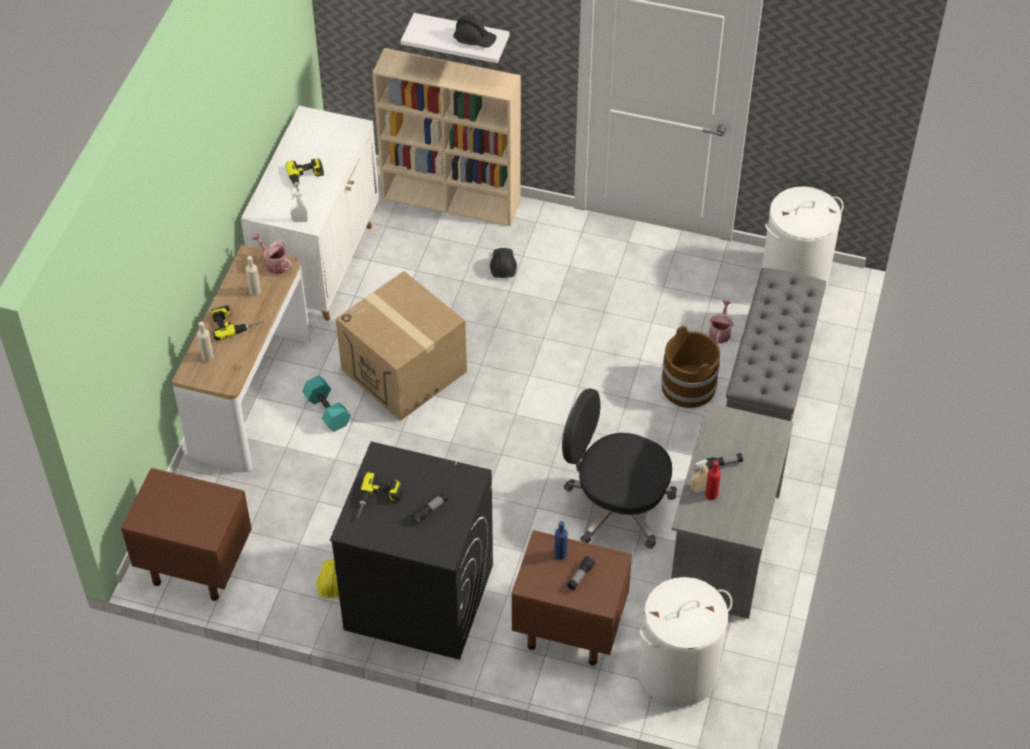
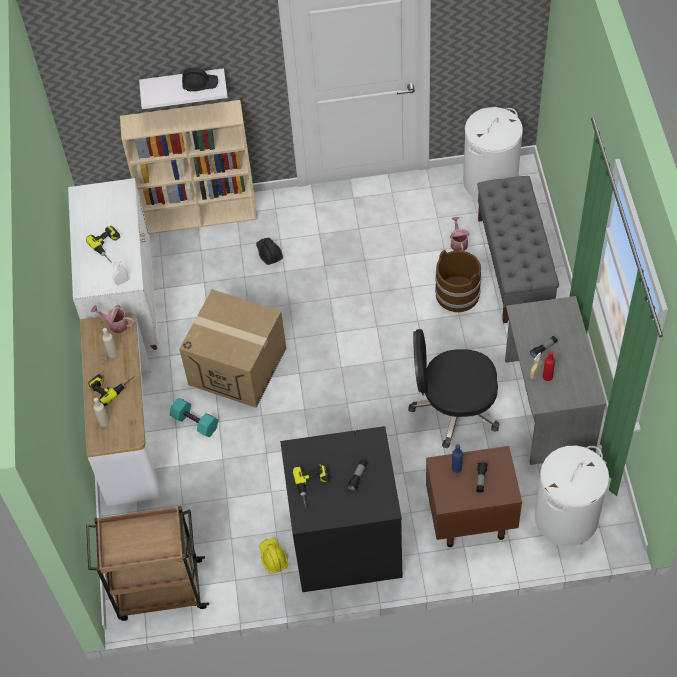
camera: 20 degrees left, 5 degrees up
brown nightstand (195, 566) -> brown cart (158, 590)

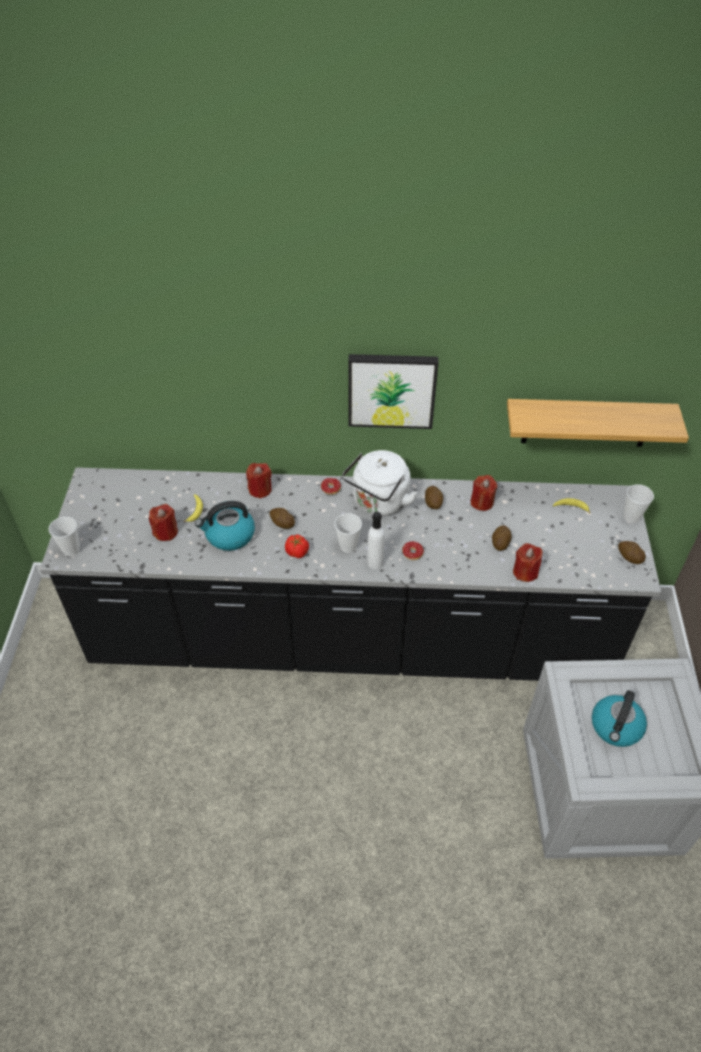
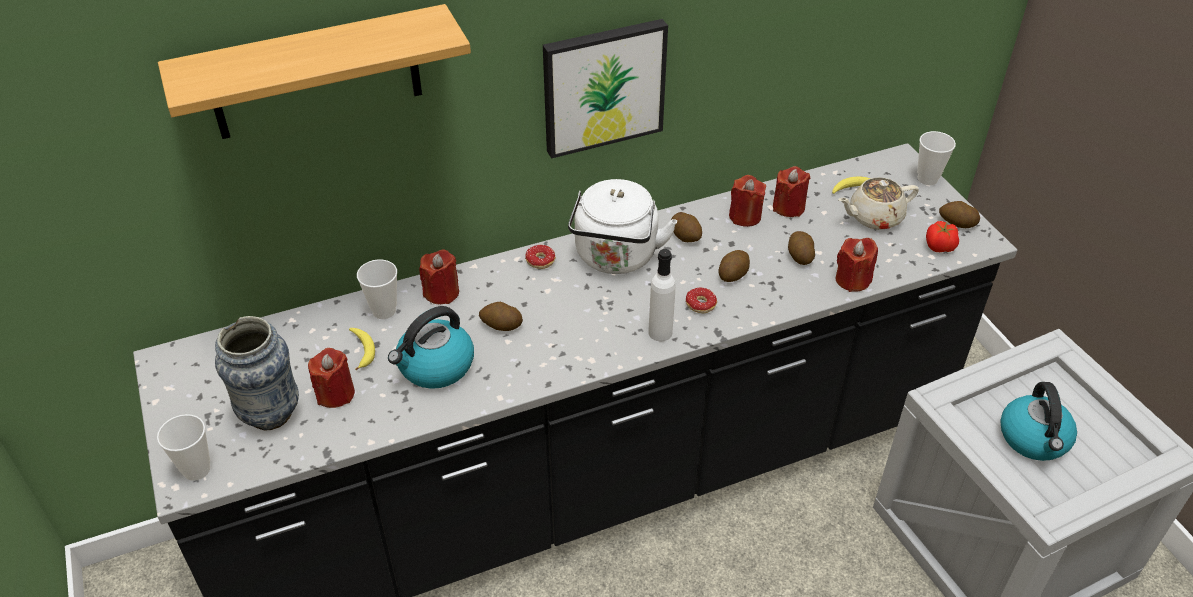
camera: 25 degrees left, 5 degrees down
shelf (586, 422) -> shelf (315, 74), shifted
none -> vase (270, 414)
cup (348, 546) -> cup (384, 311), shifted
none -> potato (733, 274)
none -> red candle (788, 207)
none -> beige teapot (874, 217)
tomato (297, 552) -> tomato (940, 247), shifted

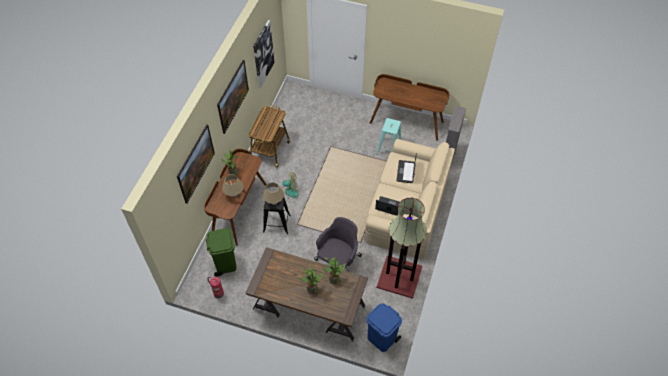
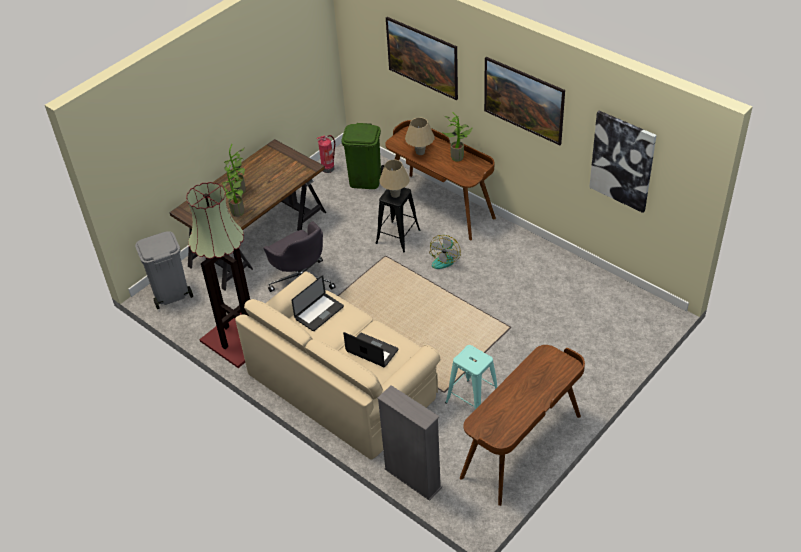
camera: 115 degrees right, 10 degrees down
blue trash can (382, 338) -> grey trash can (170, 293)
cart (270, 150) -> none

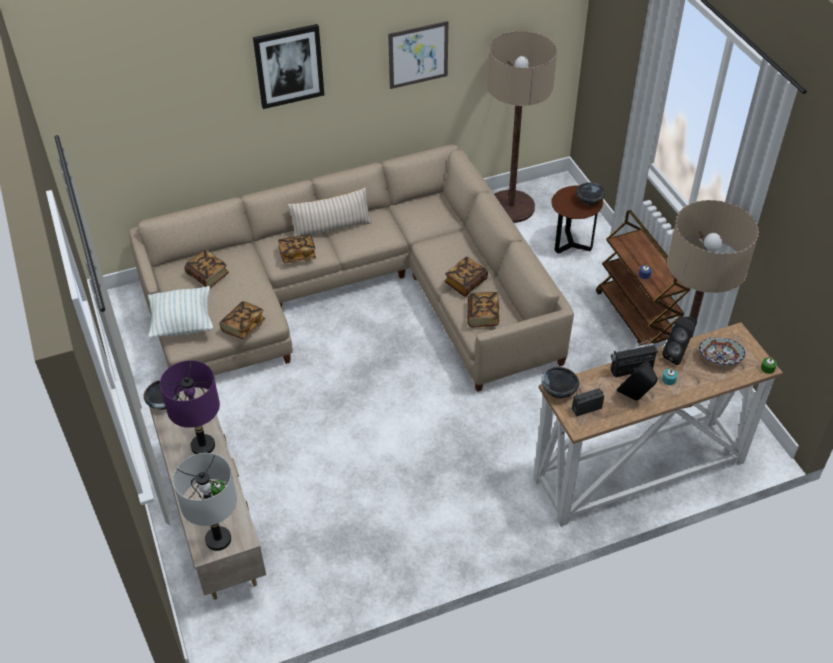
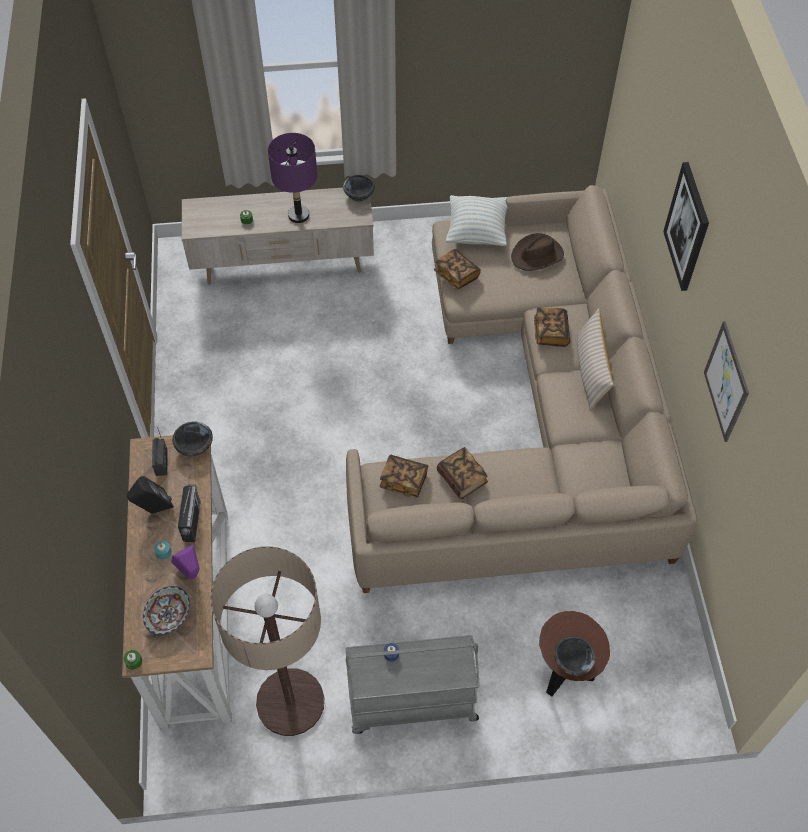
camera: 105 degrees right, 10 degrees up
black speaker (677, 355) -> purple speaker (192, 575)
brown cart (636, 318) -> grey cart (411, 703)
book (208, 276) -> brown hat (537, 255)
grey table lamp (218, 539) -> none
floor lamp (511, 207) -> none

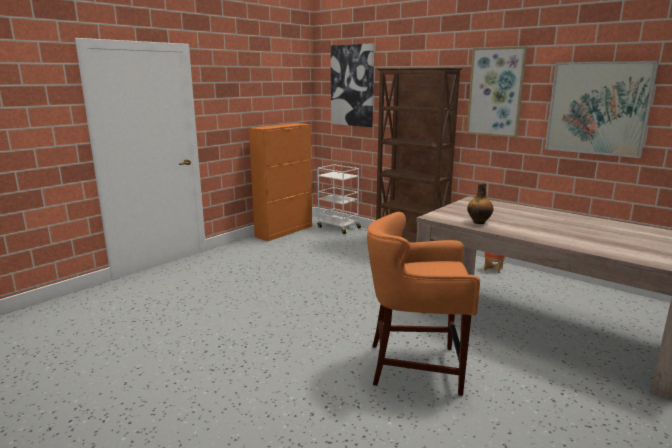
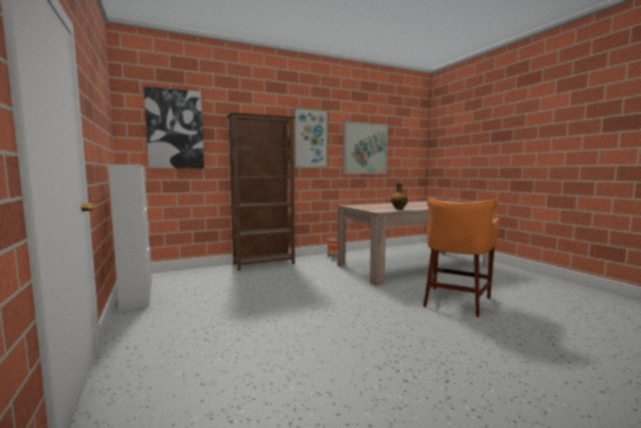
camera: 65 degrees left, 10 degrees down
orange cabinet (284, 231) -> white cabinet (137, 294)
white cart (338, 227) -> none

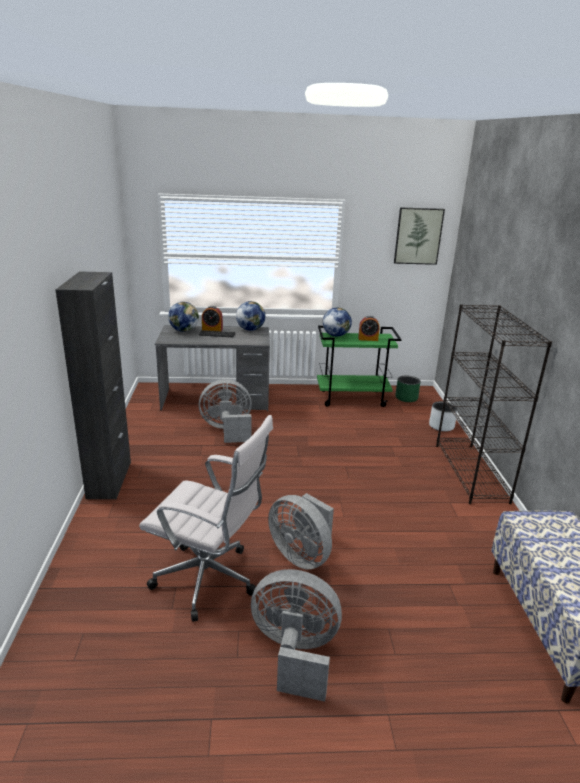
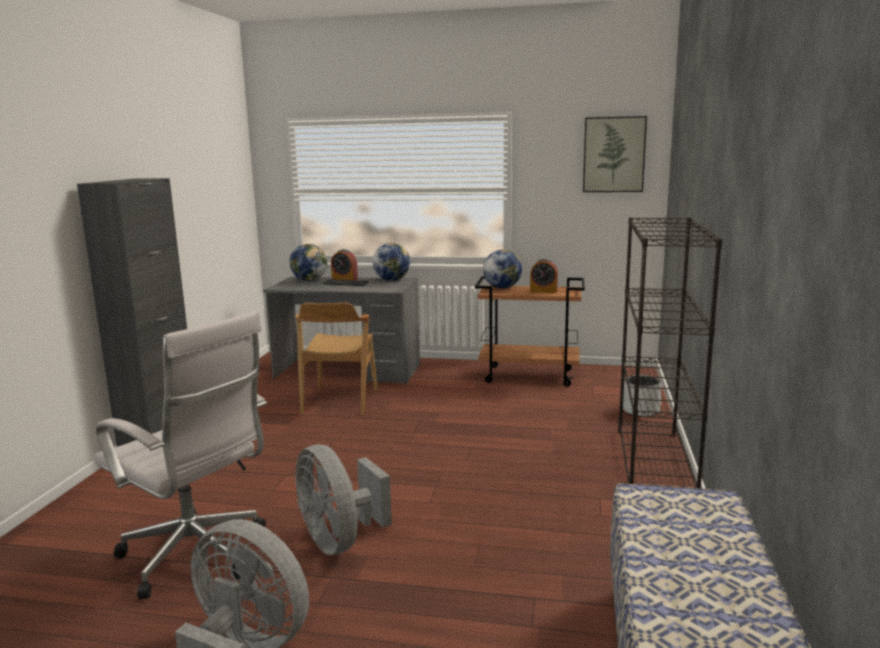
camera: 15 degrees right, 10 degrees down
grey fan (227, 430) -> brown chair (340, 401)
green cart (353, 398) -> brown cart (530, 376)
green planter (406, 398) -> none

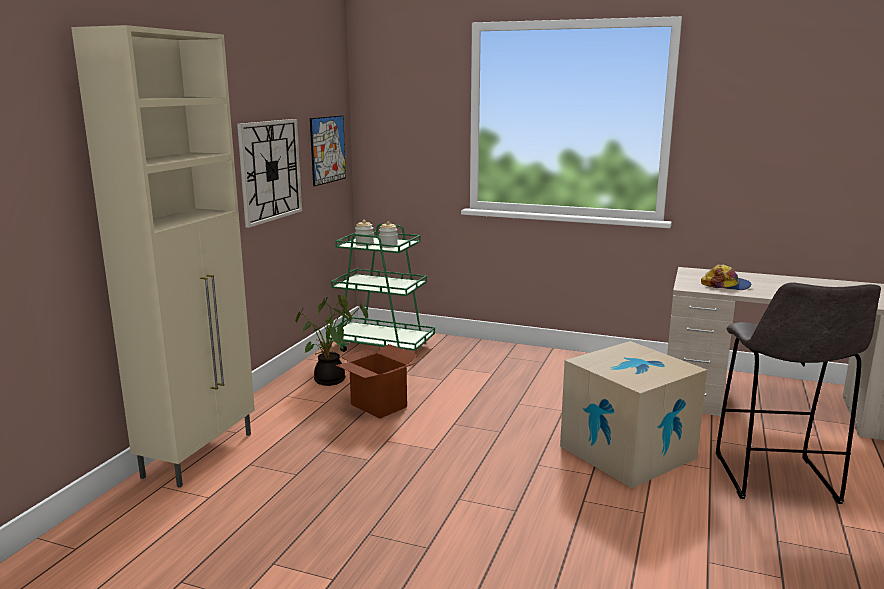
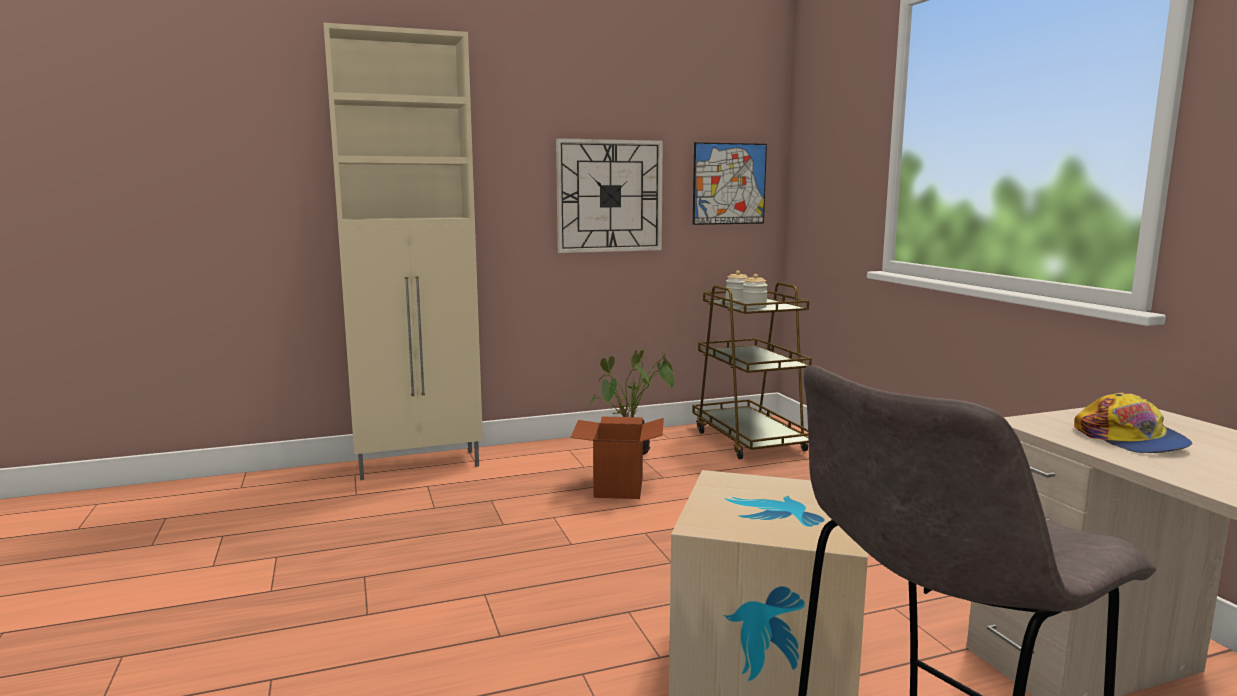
camera: 50 degrees right, 5 degrees down
green cart (381, 346) -> brown cart (749, 440)

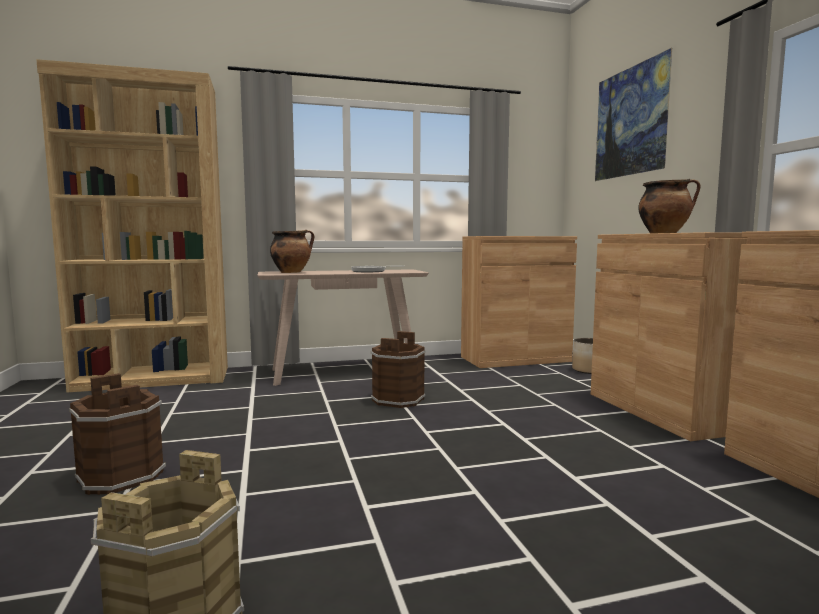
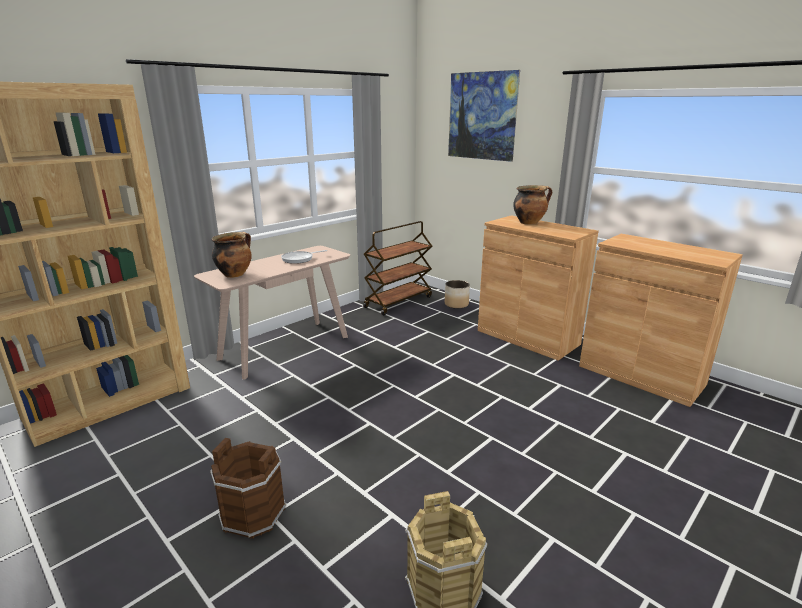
camera: 30 degrees left, 15 degrees up
brown cabinet (515, 359) -> brown cart (398, 302)
brown bucket (398, 399) -> none

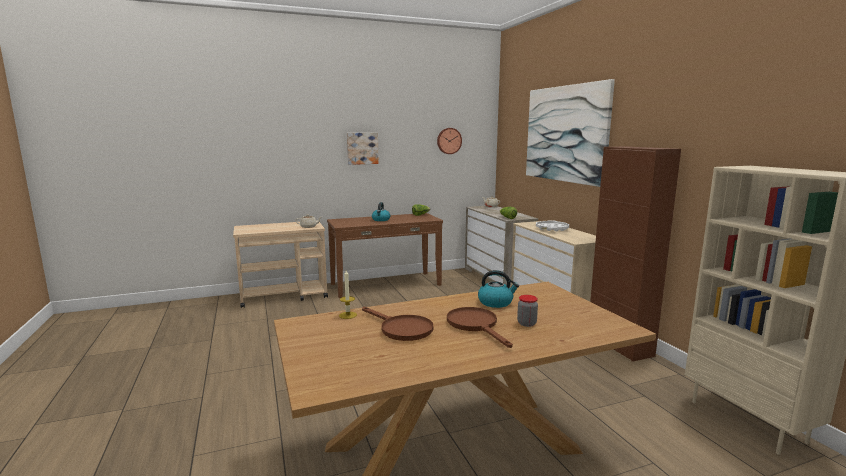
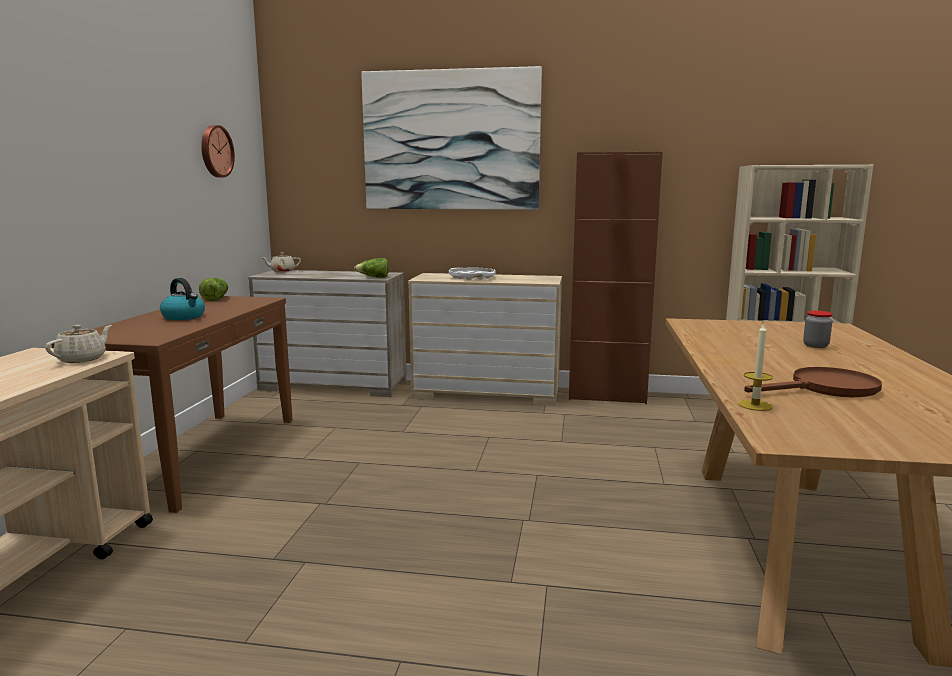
camera: 60 degrees left, 0 degrees up
picture (362, 148) -> none
brown frying pan (476, 325) -> none
kettle (496, 302) -> none

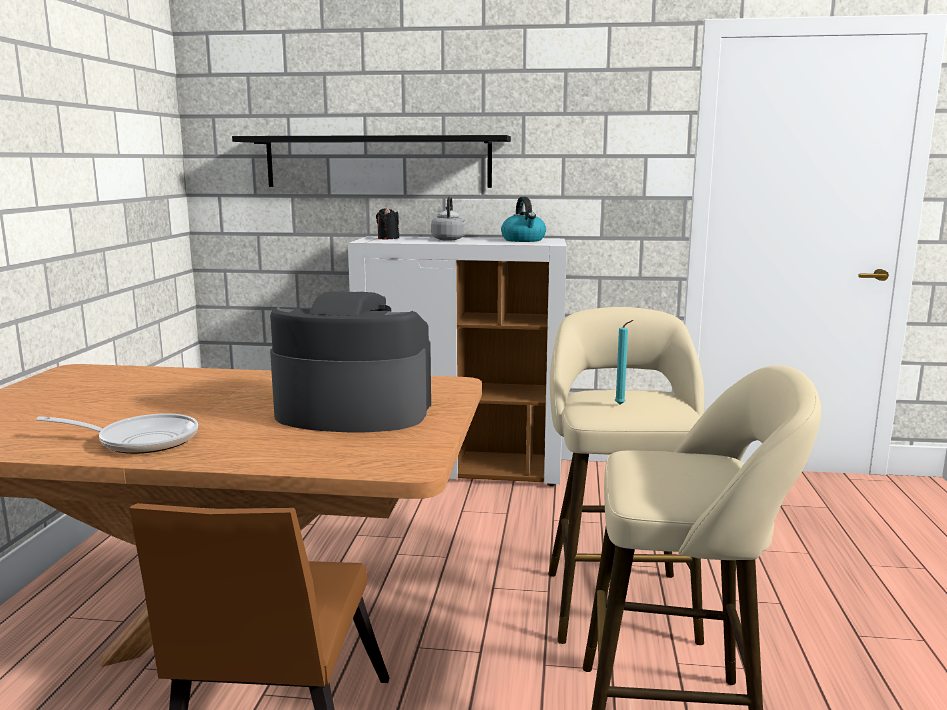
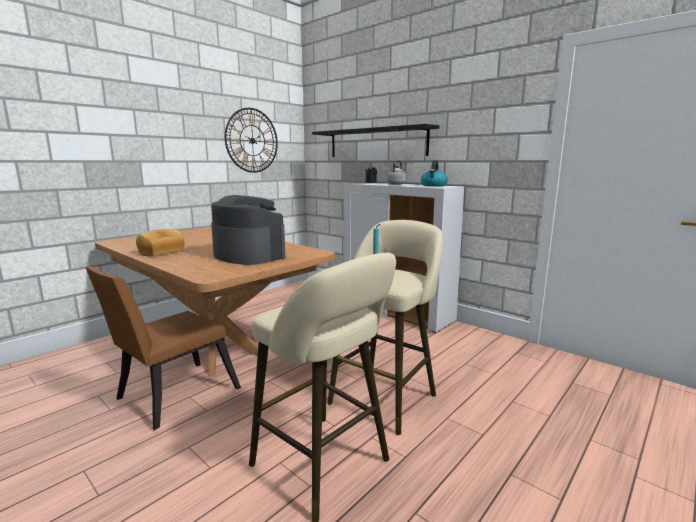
camera: 35 degrees right, 0 degrees up
frying pan (141, 441) -> bread (161, 252)
none -> wall clock (252, 140)

